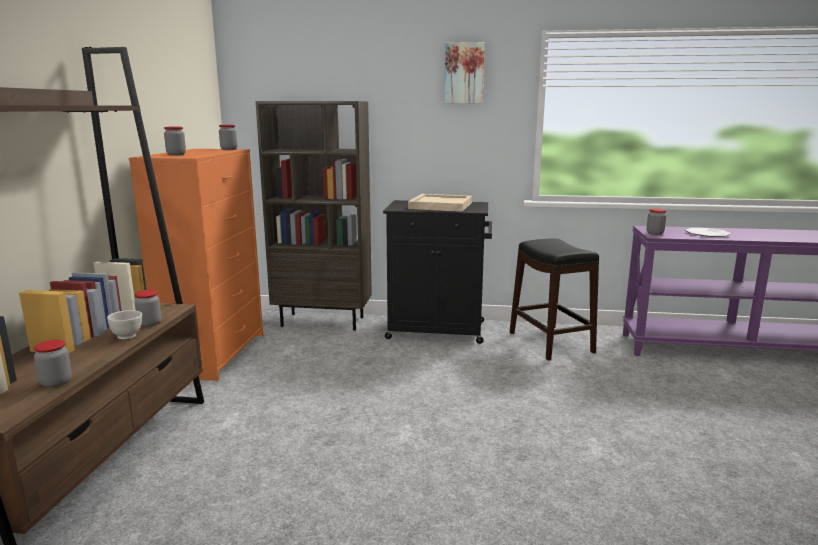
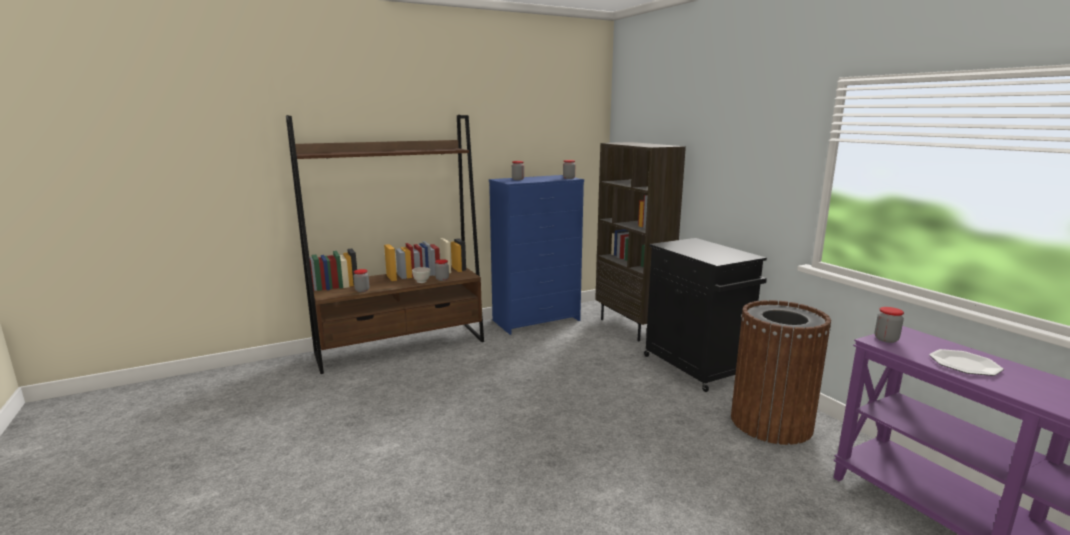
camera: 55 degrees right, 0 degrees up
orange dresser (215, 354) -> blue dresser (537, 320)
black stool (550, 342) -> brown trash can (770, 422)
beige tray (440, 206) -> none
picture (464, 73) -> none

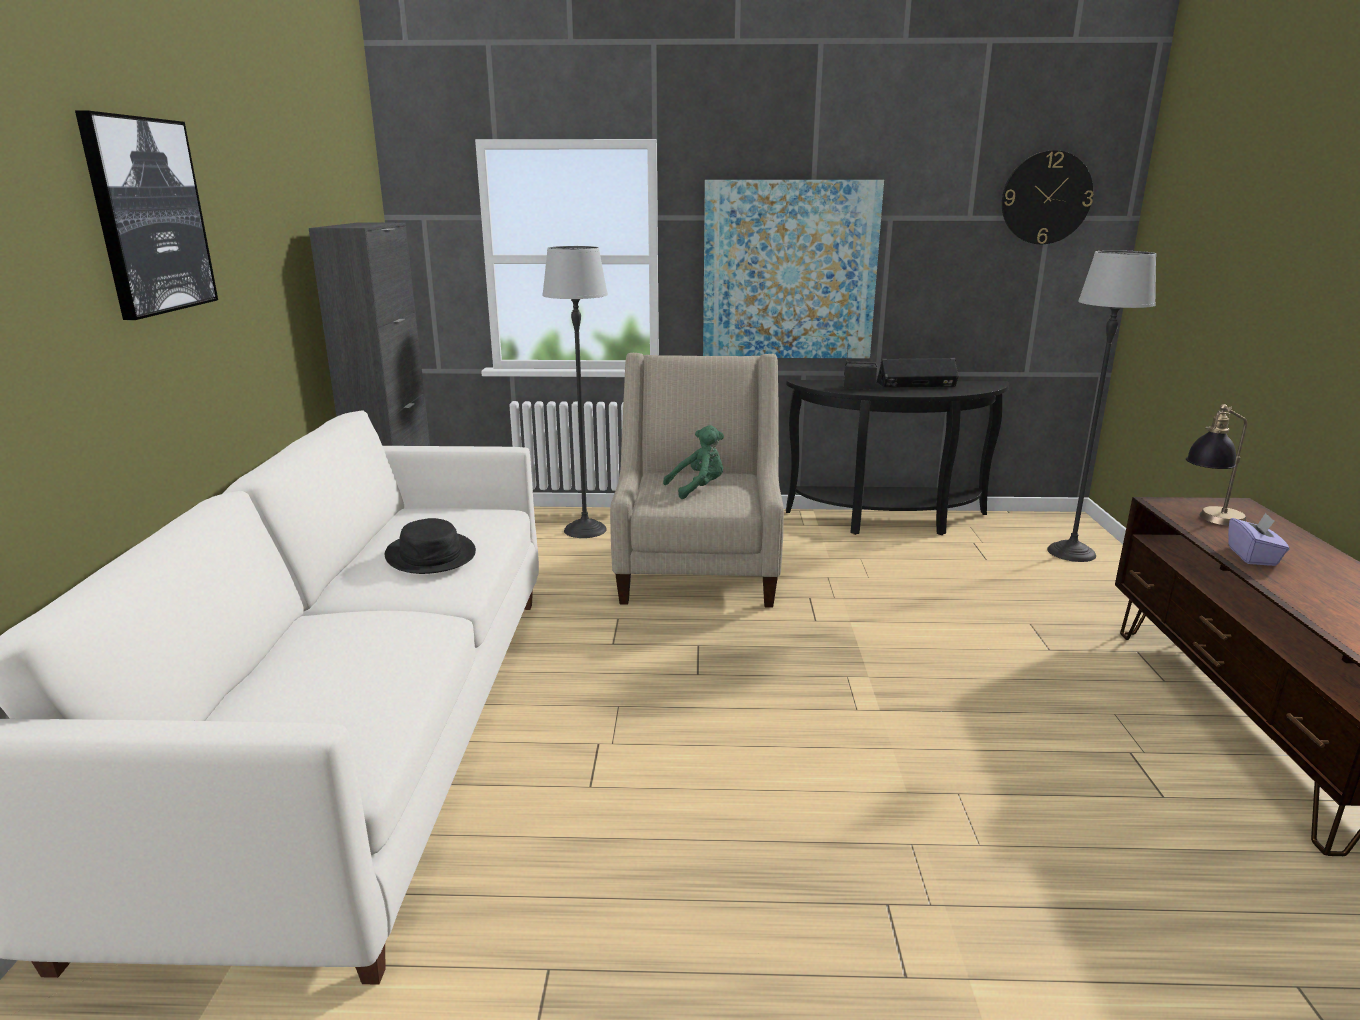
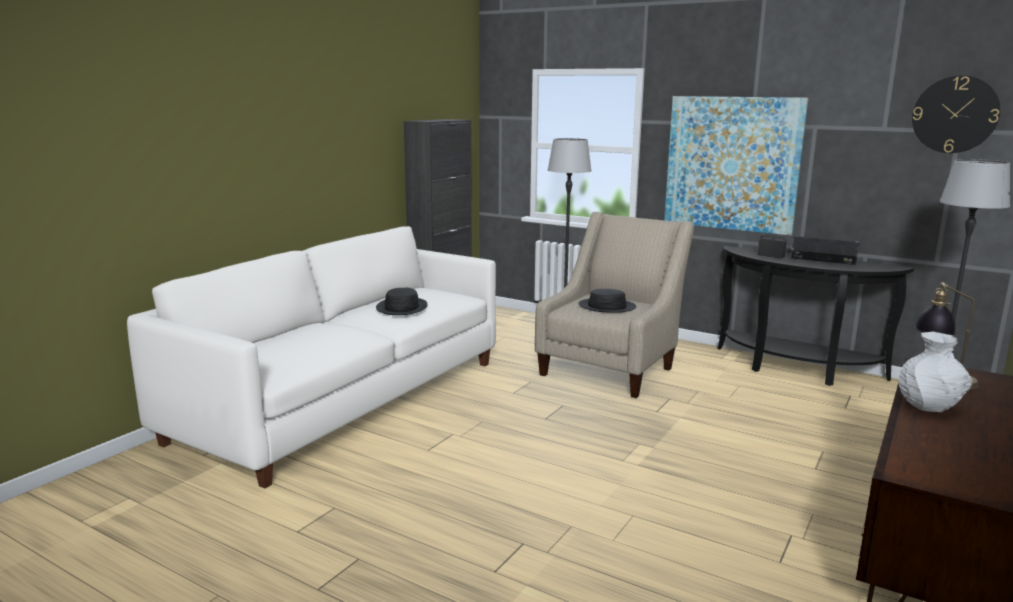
camera: 30 degrees right, 5 degrees down
green plush toy (698, 488) -> black hat (607, 307)
purple tissue box (1253, 556) -> white vase (928, 405)
picture (148, 216) -> none

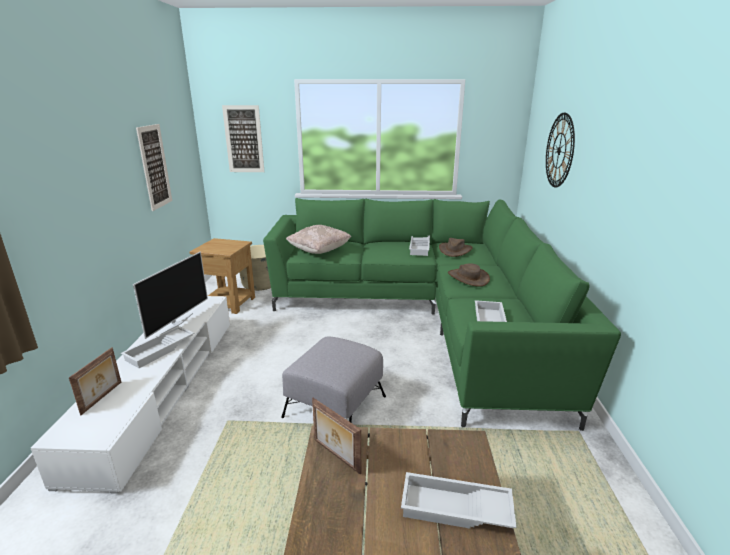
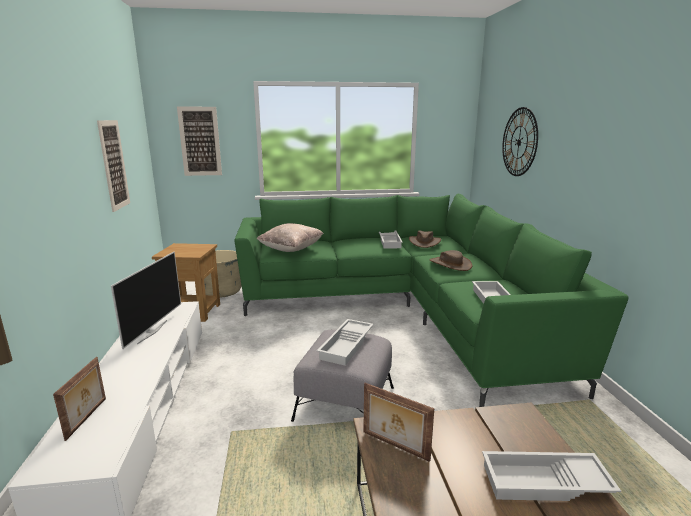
camera: 10 degrees left, 5 degrees down
white tray (160, 350) -> white tray (347, 345), shifted

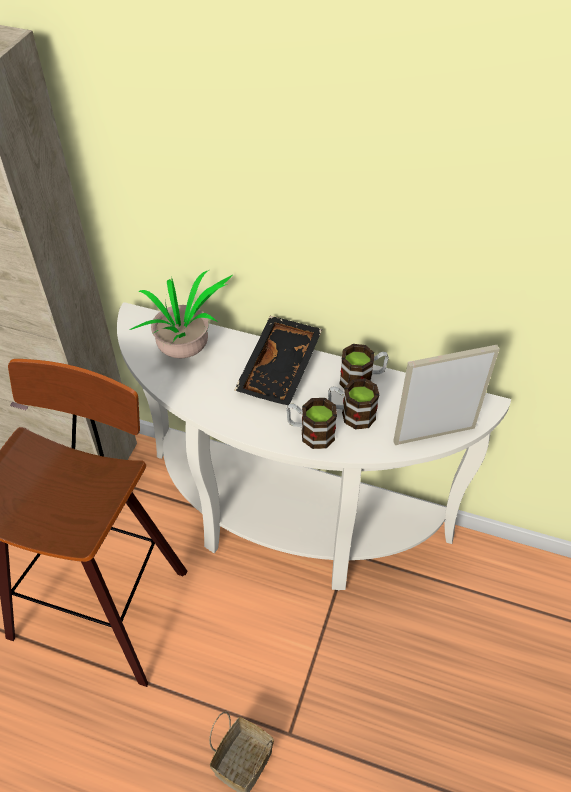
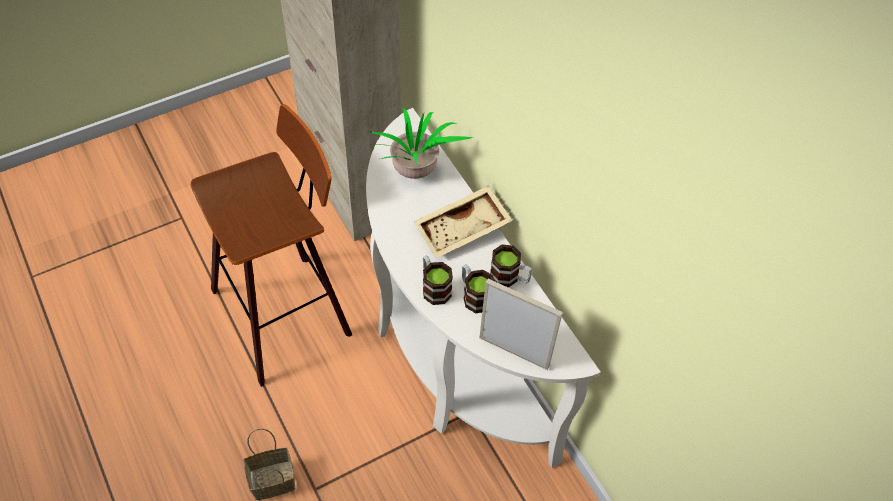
camera: 40 degrees right, 5 degrees up
black tray (281, 369) -> beige tray (463, 230)

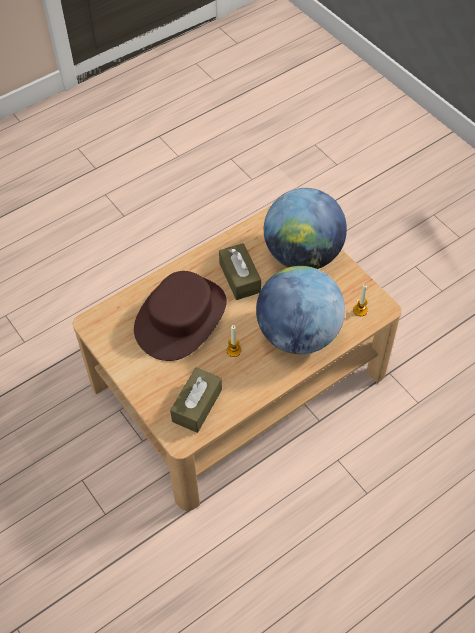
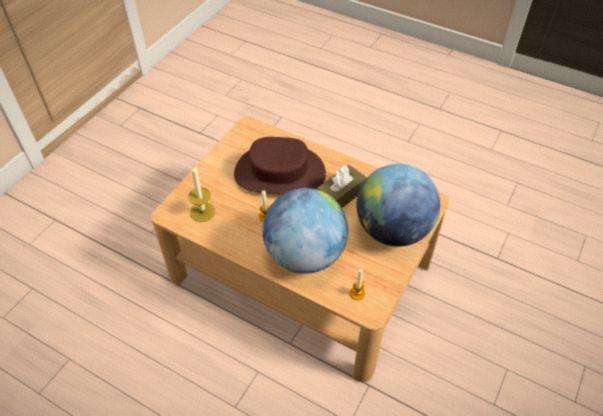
camera: 65 degrees right, 5 degrees down
brown tissue box (197, 405) -> candle (202, 212)

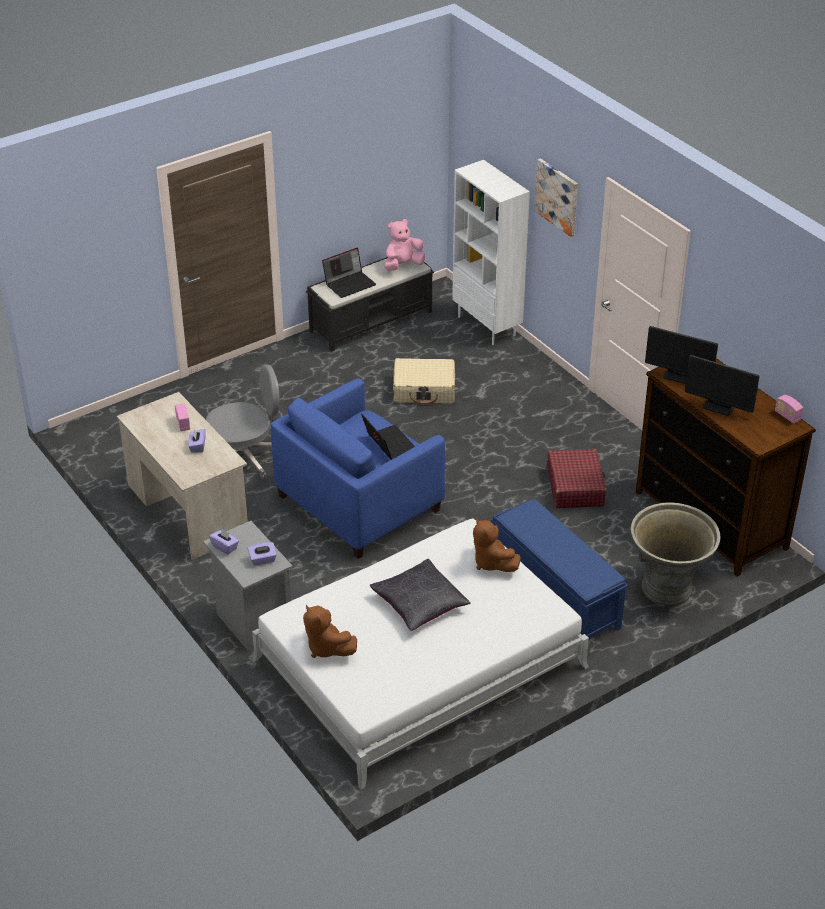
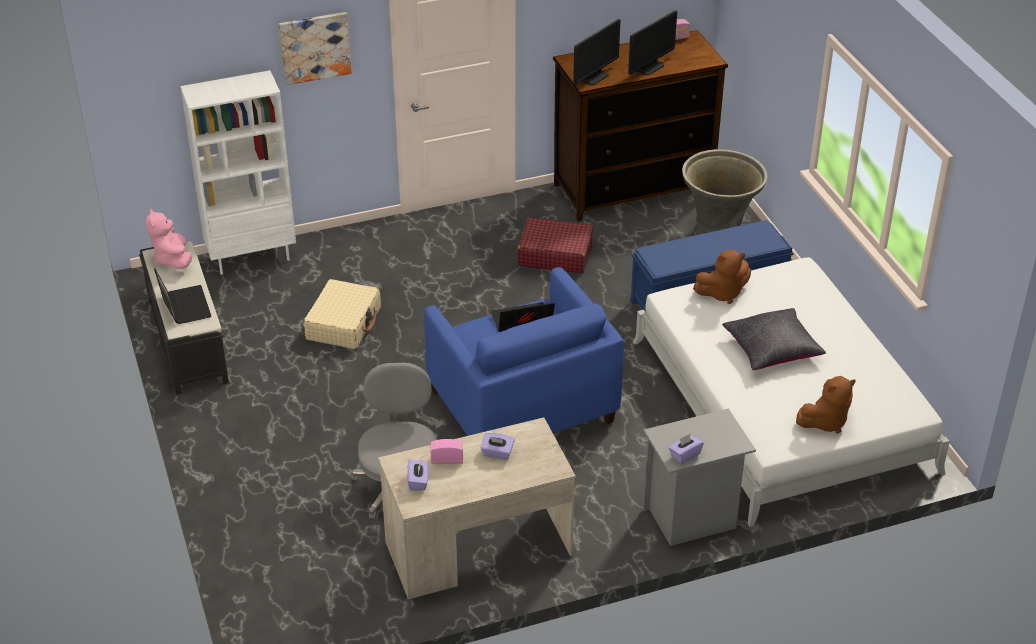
camera: 75 degrees left, 0 degrees up
purple tissue box (262, 560) -> purple tissue box (418, 482), shifted

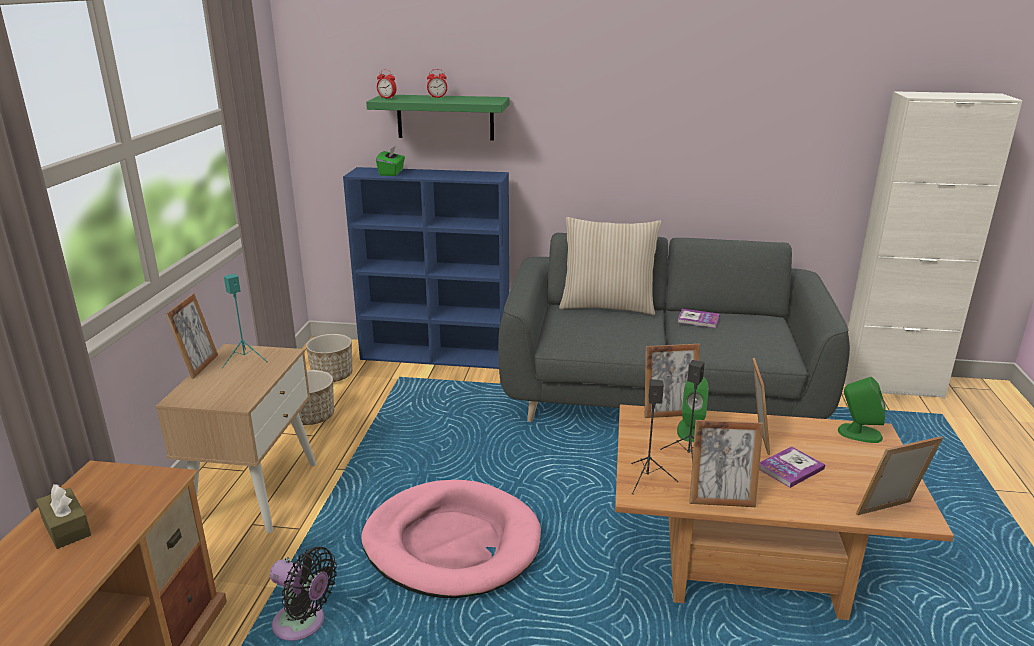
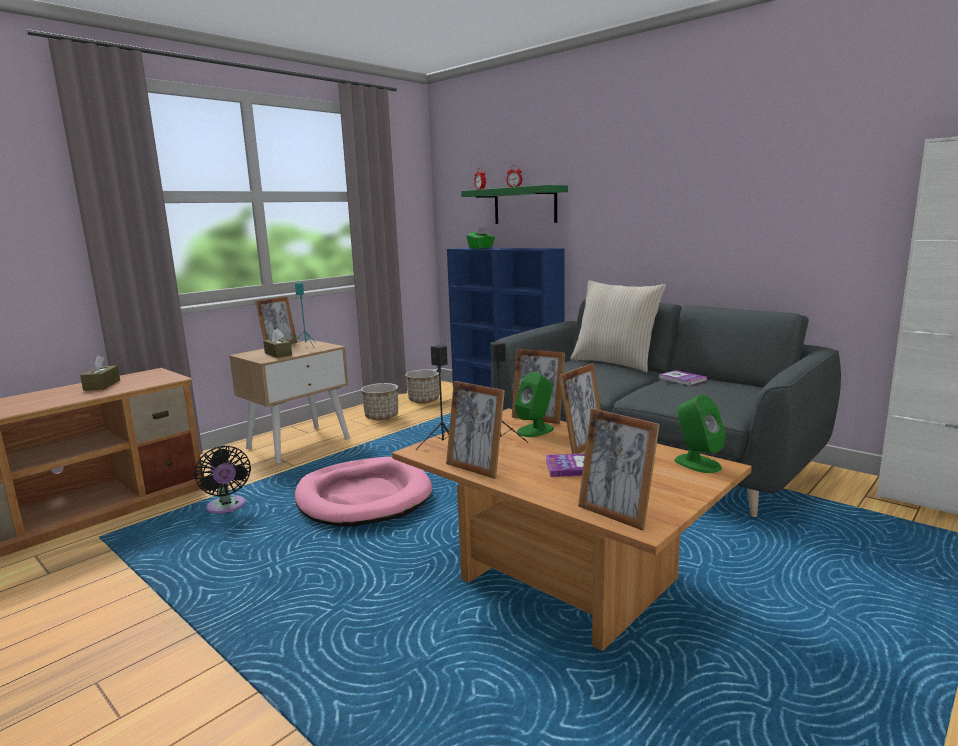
camera: 35 degrees right, 10 degrees down
none -> brown tissue box (278, 354)
picture frame (889, 513) -> picture frame (615, 514), 150 degrees counterclockwise

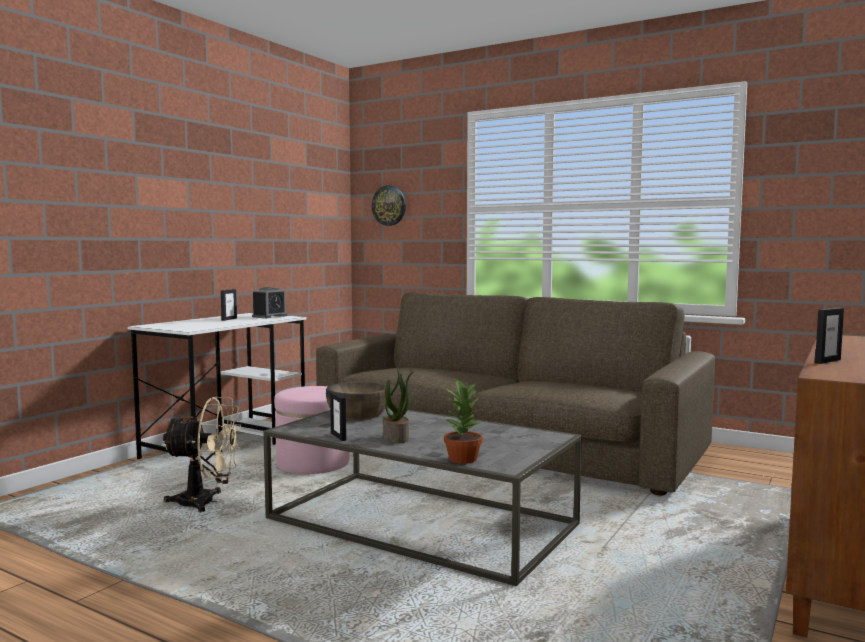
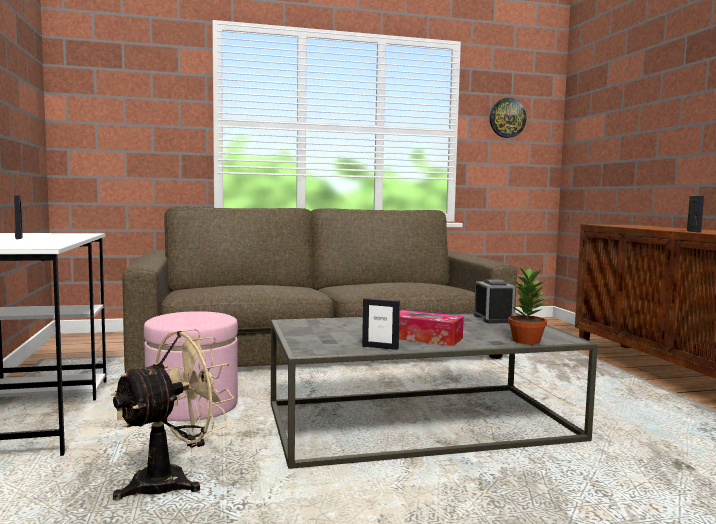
camera: 45 degrees left, 0 degrees up
potted plant (396, 438) -> tissue box (425, 338)
alarm clock (269, 316) -> alarm clock (493, 319), shifted
wall clock (389, 205) -> wall clock (507, 118), shifted
brown bowl (358, 414) -> none

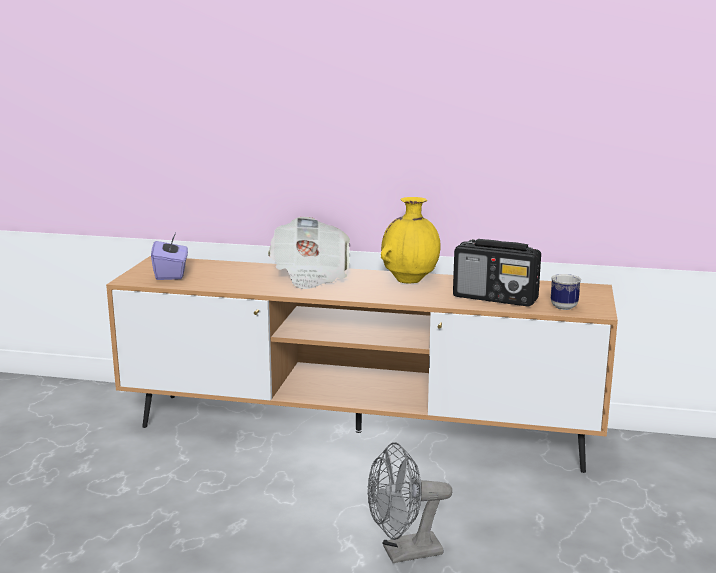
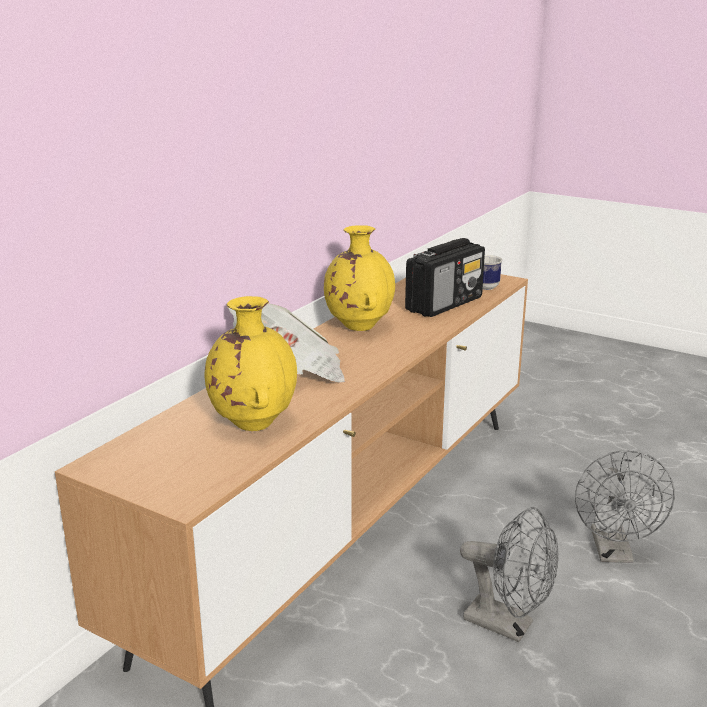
camera: 70 degrees left, 5 degrees up
none -> yellow vase (253, 423)
none -> grey fan (508, 625)
purple tissue box (171, 274) -> none

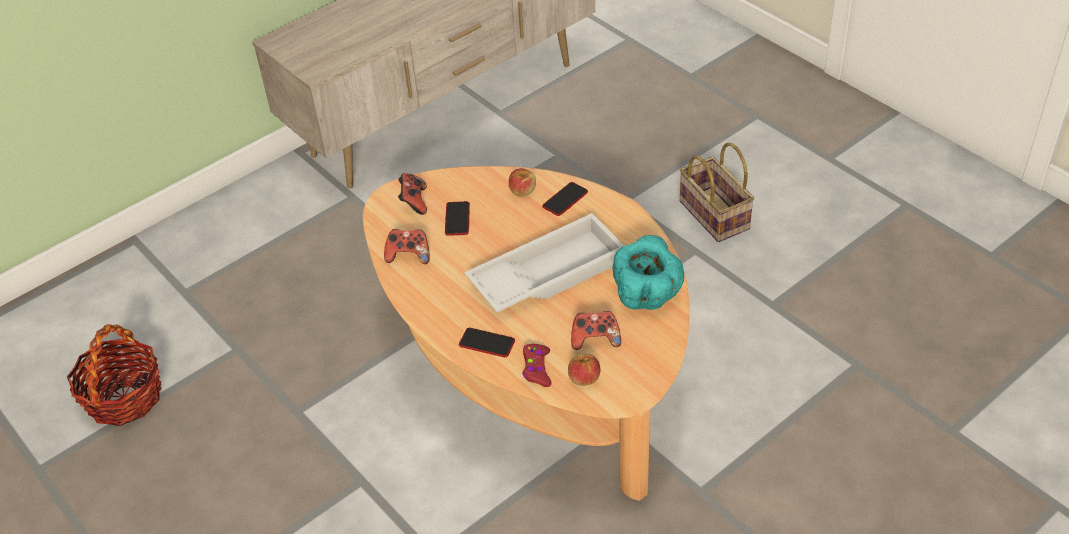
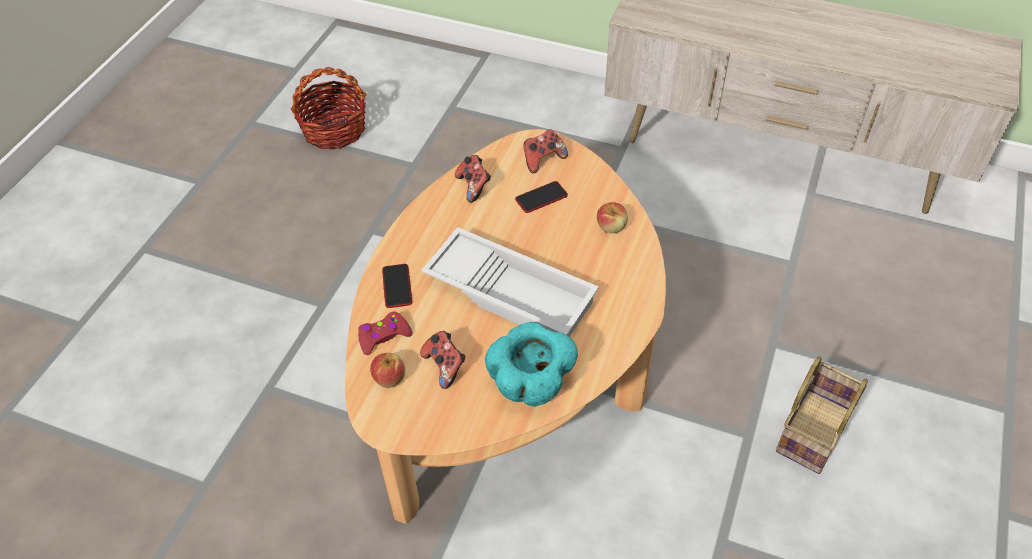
camera: 60 degrees right, 5 degrees up
phone (565, 199) -> none

